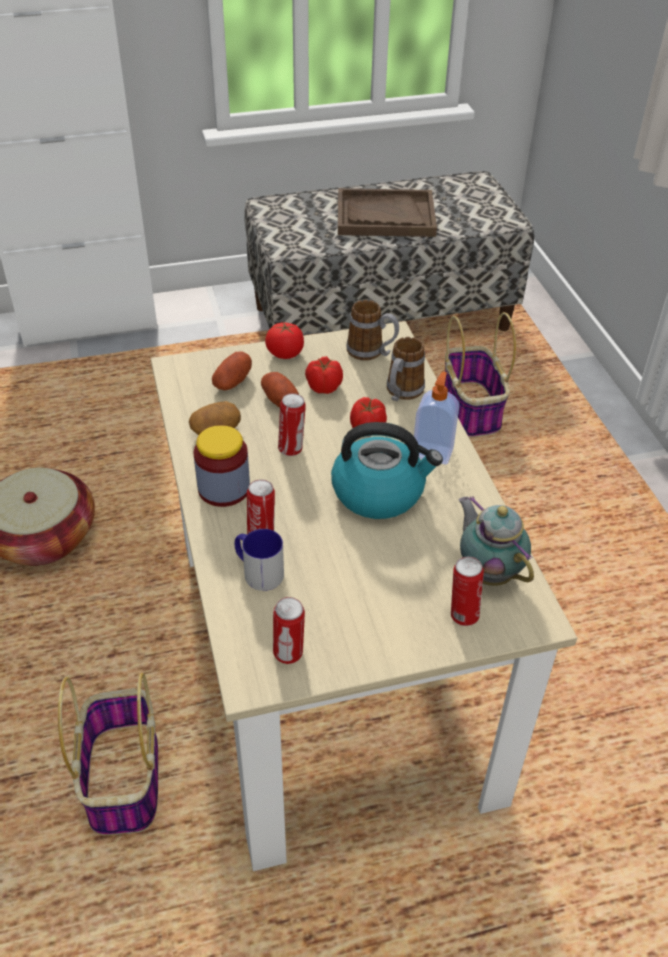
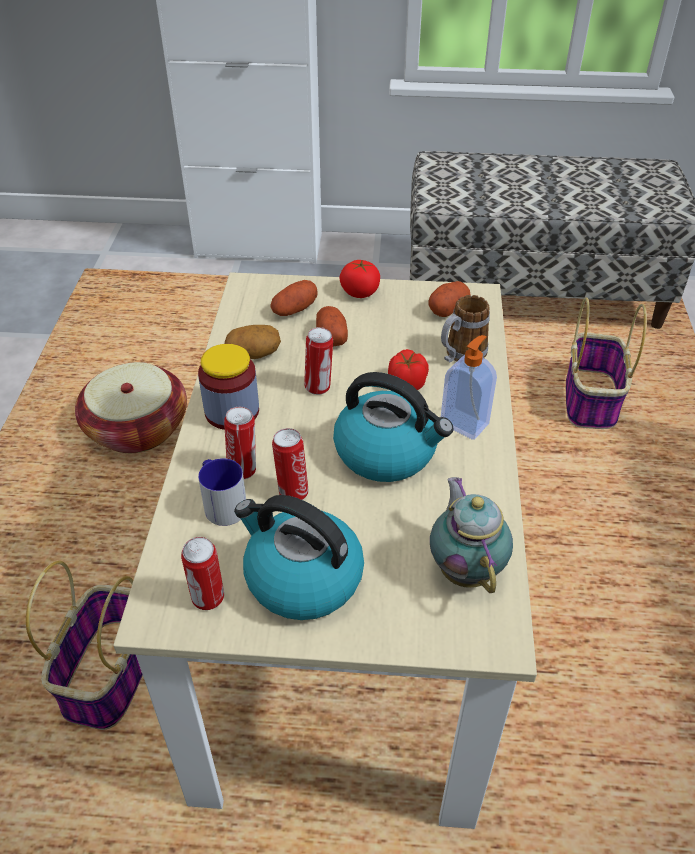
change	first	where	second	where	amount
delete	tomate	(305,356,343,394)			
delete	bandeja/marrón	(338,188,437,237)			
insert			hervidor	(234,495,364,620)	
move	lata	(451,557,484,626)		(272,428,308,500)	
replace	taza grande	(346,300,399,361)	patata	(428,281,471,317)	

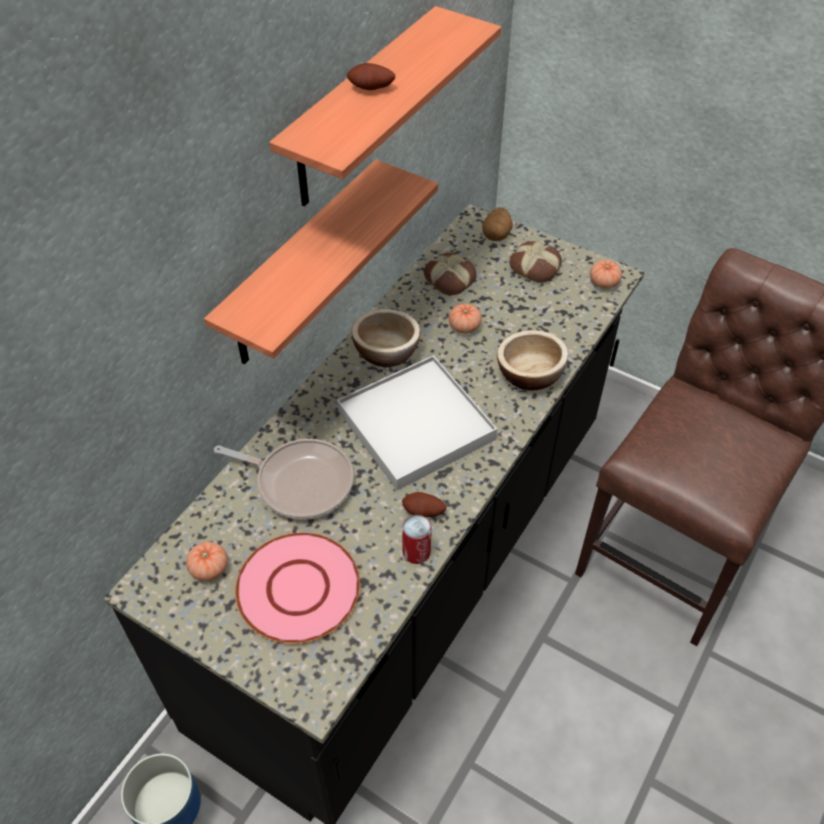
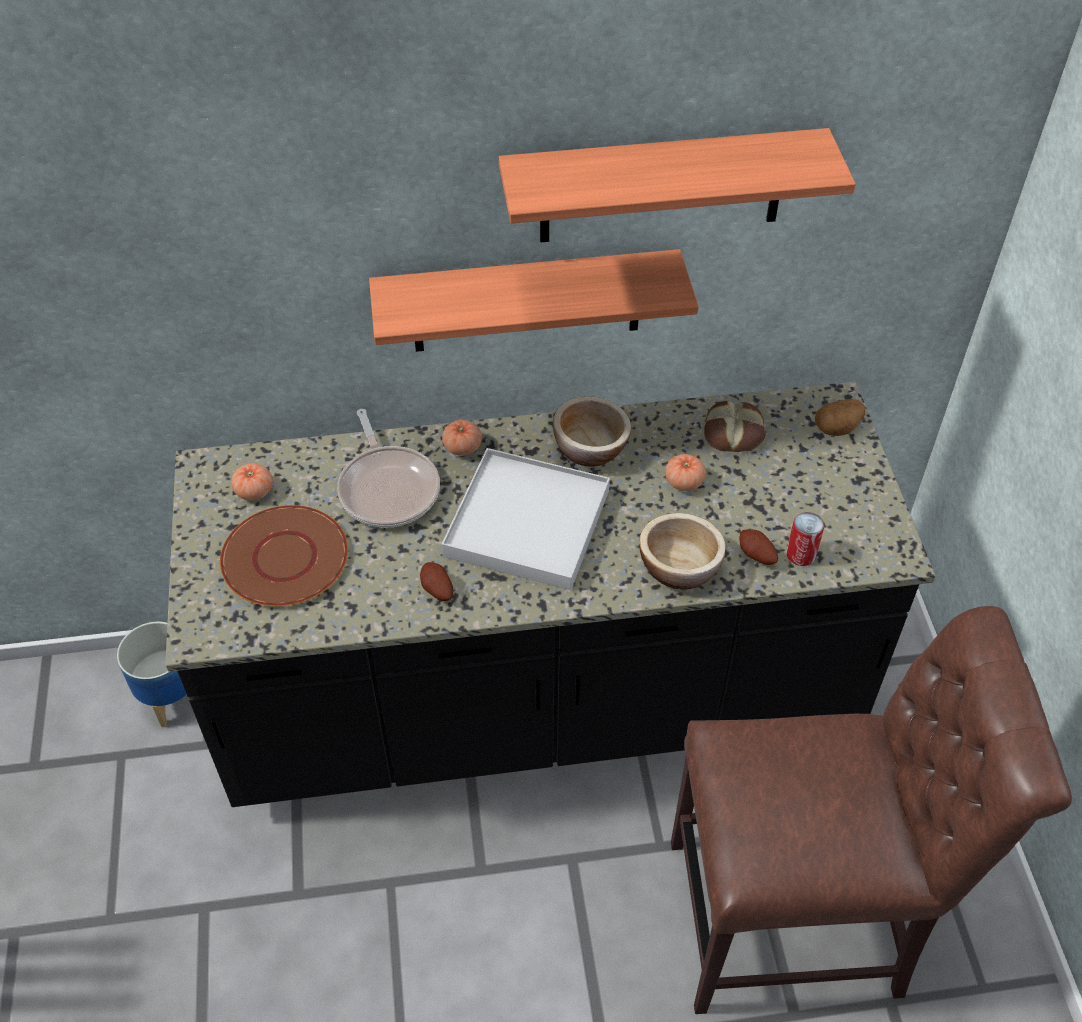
change	first	where	second	where	amount
delete	pan	(509,241,562,283)			
move	patata	(347,63,395,90)		(739,529,778,565)	
move	lata	(402,515,432,564)		(786,512,824,566)	
move	tomate	(590,260,622,289)		(442,420,482,456)	
recolor	plato/rosa	(235,533,360,644)	plato/marrón	(220,505,348,607)	

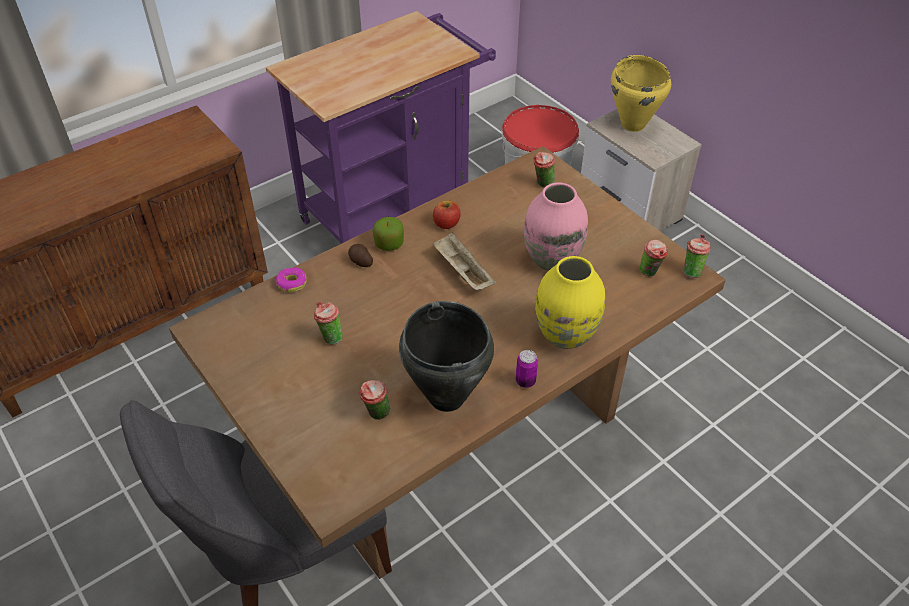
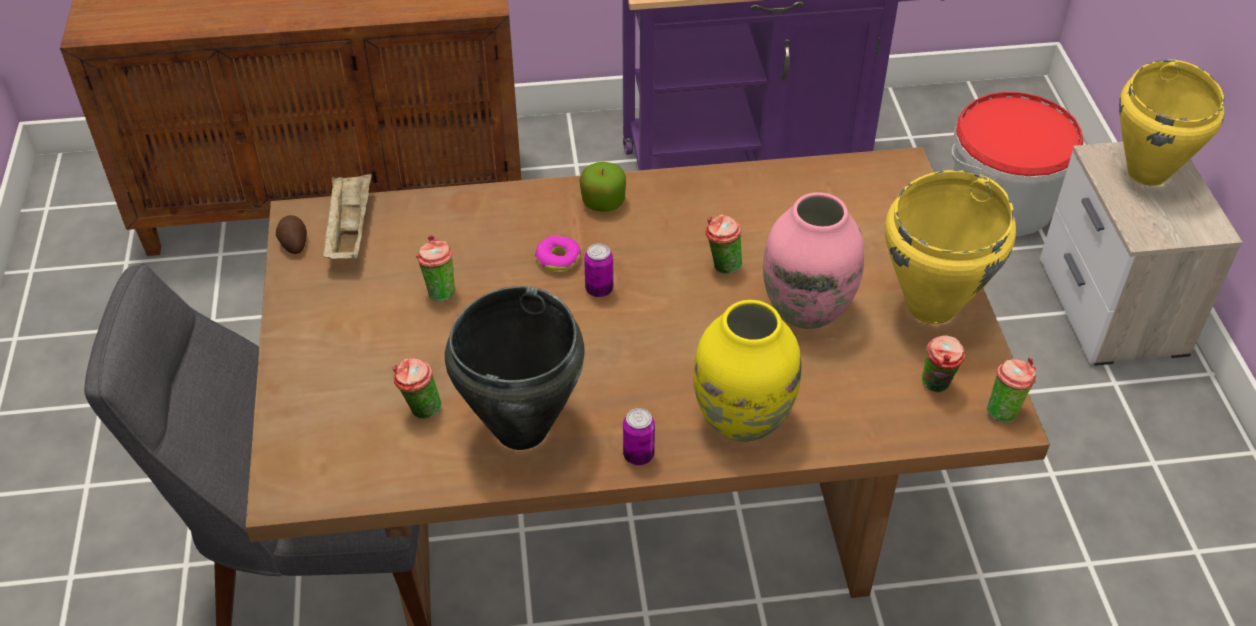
change	first	where	second	where	amount
delete	manzana	(433,201,461,229)			
insert			lata	(584,244,613,297)	
insert			olla/amarillo	(885,170,1016,324)	
move	rosquilla	(276,267,307,293)		(535,235,581,273)	
move	patata	(348,244,373,267)		(276,215,307,254)	
move	bandeja/beis	(433,232,496,290)		(322,174,372,259)	
move	taza	(533,152,555,188)		(705,215,742,274)	

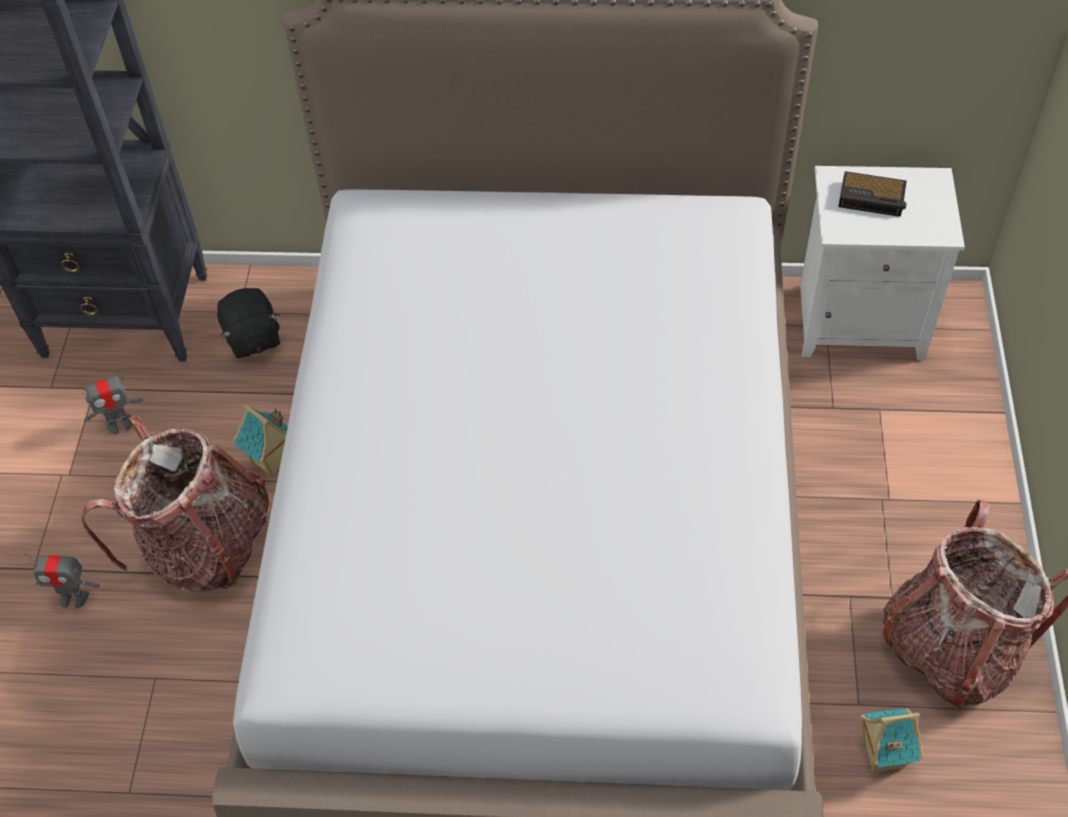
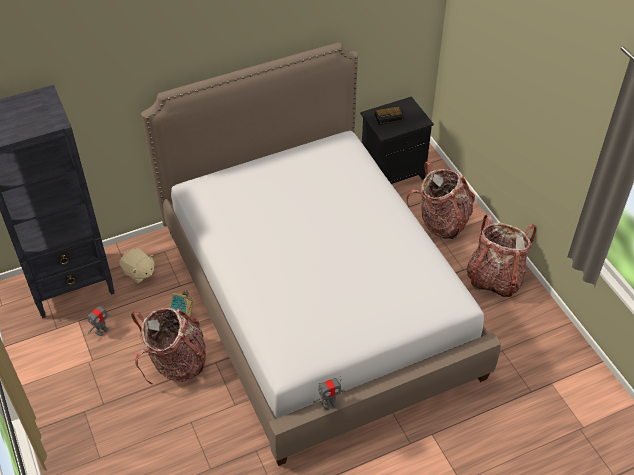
change	first	where	second	where	amount
delete	casita	(860,708,924,774)			
insert			mochila	(407,161,475,239)	
move	robot de juguete	(24,553,100,609)		(313,376,345,410)	
recolor	peluche/negro	(217,288,280,358)	peluche/beis	(120,248,154,283)	
recolor	mesita de noche/blanco	(800,166,965,360)	mesita de noche/negro	(360,96,434,184)	

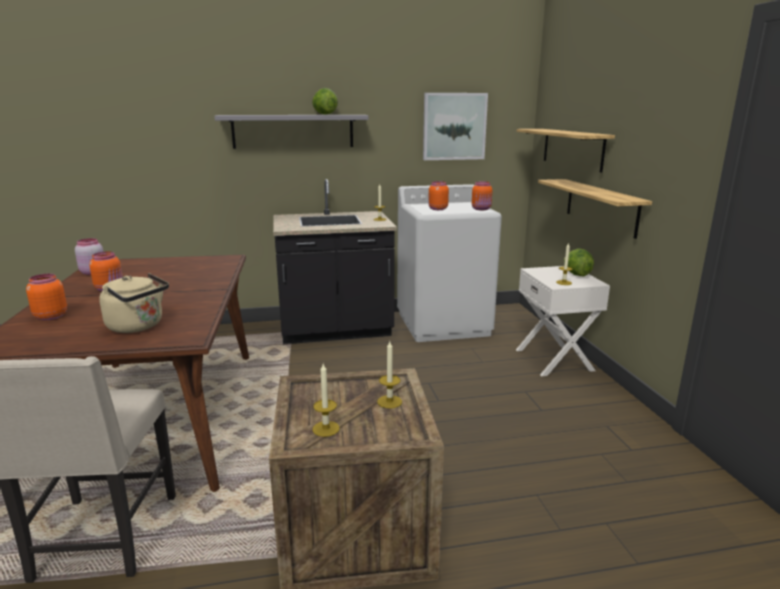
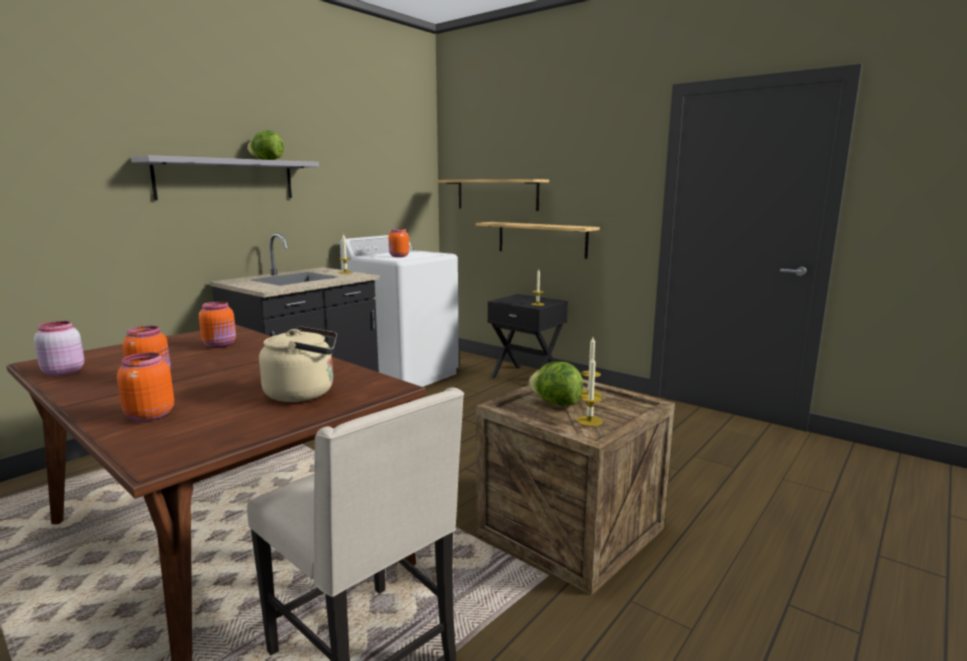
change	first	where	second	where	amount
delete	cuadro	(423,93,488,160)			
move	tarro/naranja	(472,181,492,210)		(199,301,236,348)	
move	lechuga	(564,249,594,277)		(529,362,583,405)	
recolor	mesita de noche/blanco	(516,266,610,376)	mesita de noche/negro	(488,294,568,379)	

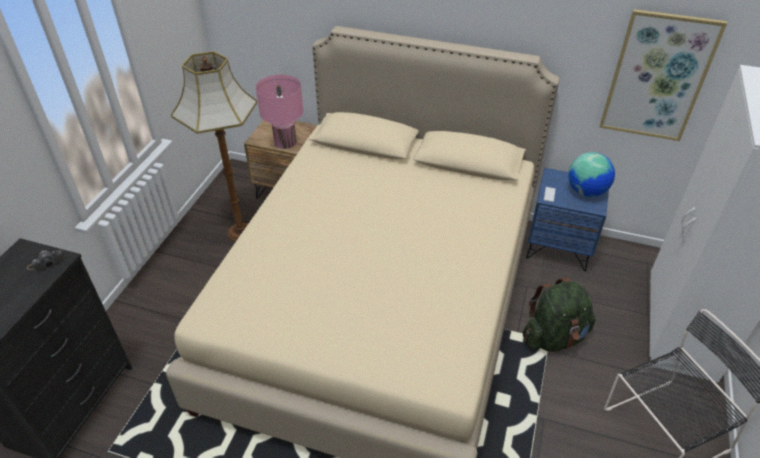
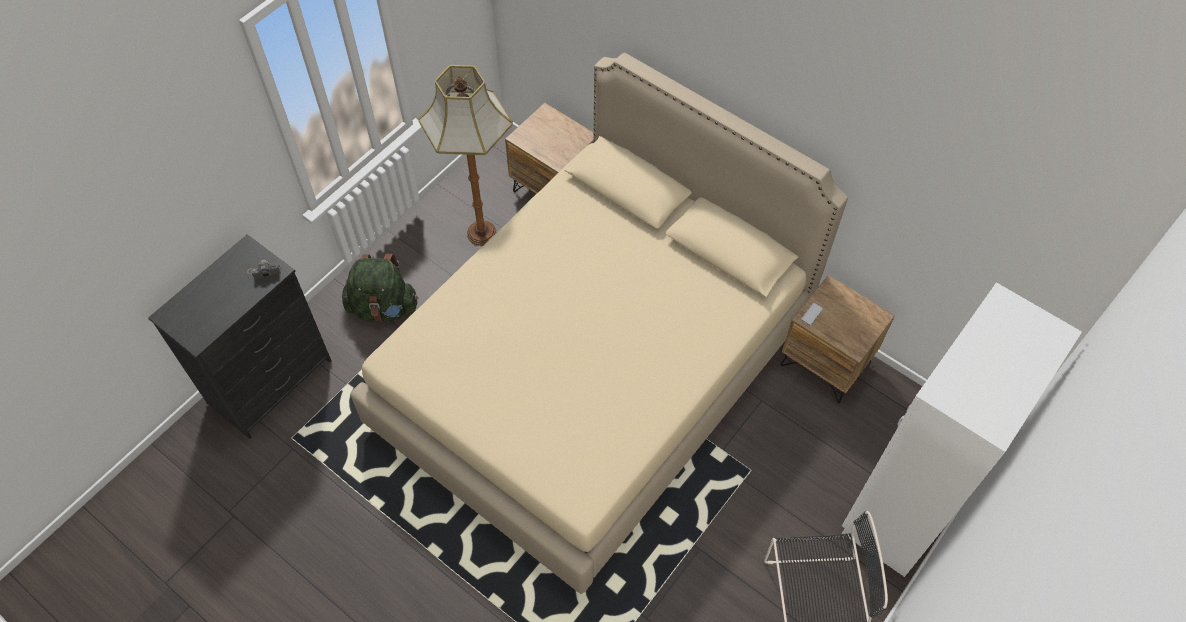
change	first	where	second	where	amount
delete	lámpara de mesa/rosa	(256,75,303,149)			
delete	globo terráqueo	(568,152,615,197)			
delete	cuadro	(600,9,727,141)			
move	mochila/verde	(523,277,595,352)		(342,254,418,322)	
recolor	mesita de noche/azul	(526,168,609,271)	mesita de noche/marrón	(780,275,895,403)	

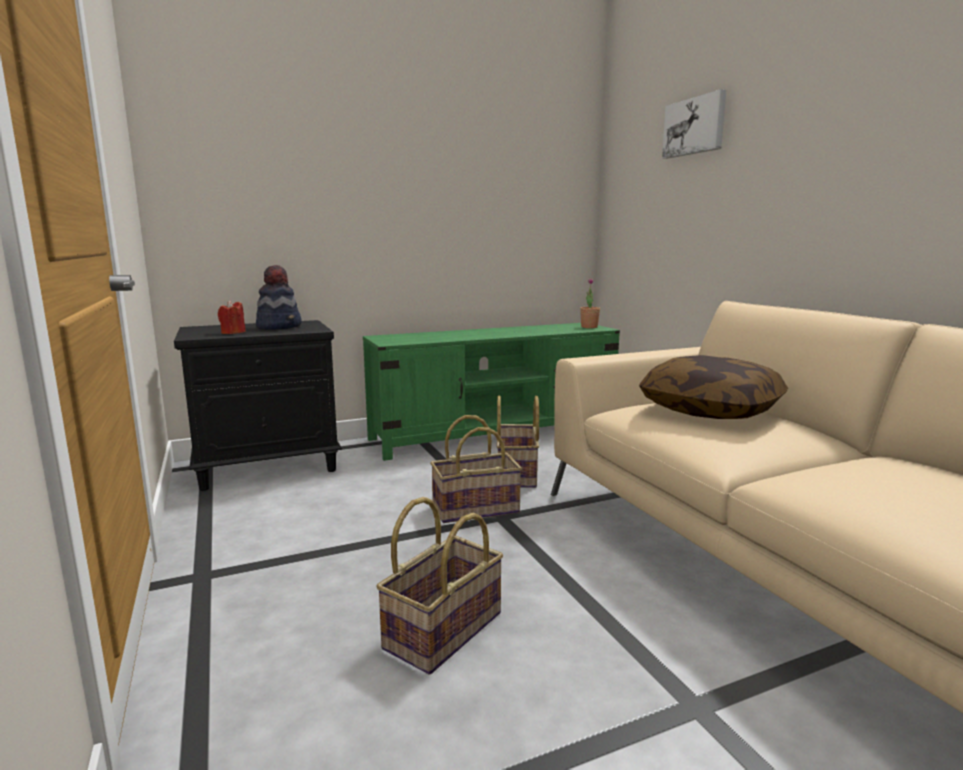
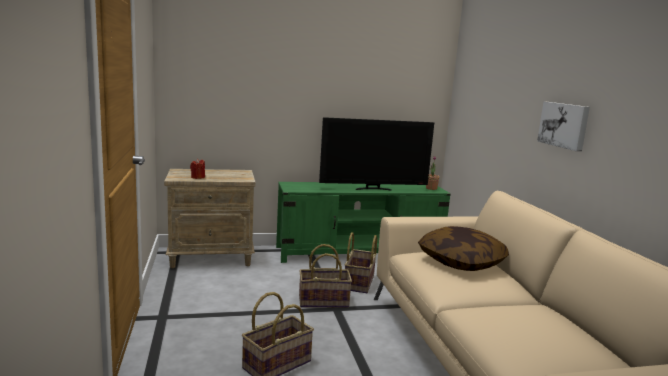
change	first	where	second	where	amount
delete	sombrero	(256,265,302,330)			
insert			televisor	(319,117,434,191)	
move	cuadro	(662,89,726,159)		(537,102,590,152)	
recolor	mesita de noche/negro	(174,320,342,491)	mesita de noche/beis	(164,169,256,268)	

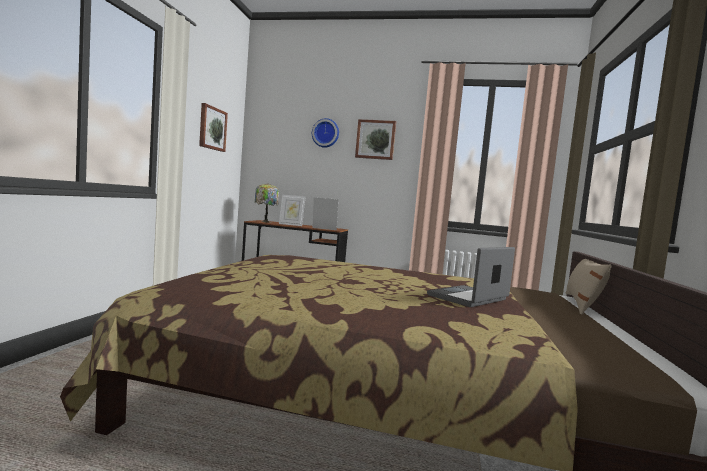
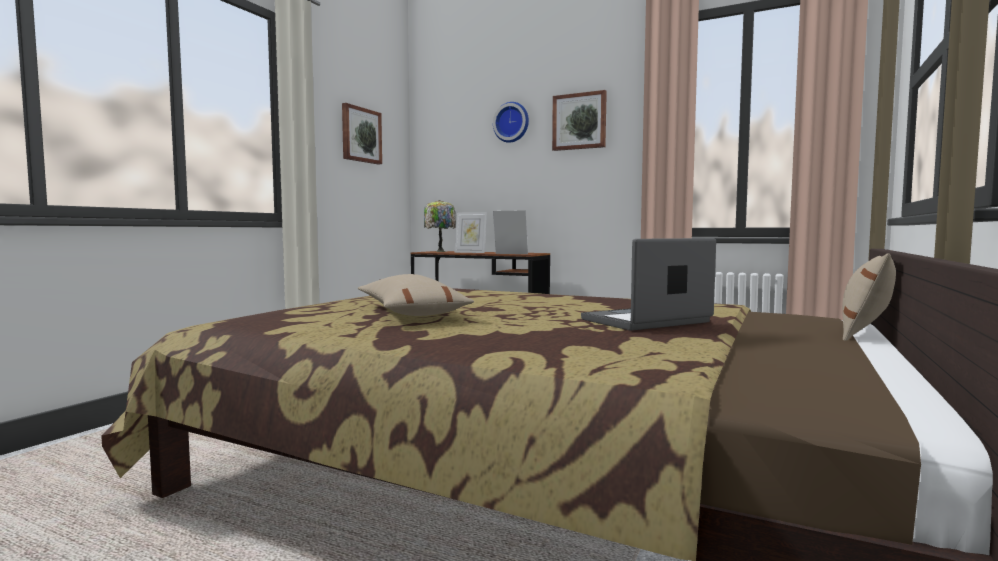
change	first	where	second	where	amount
insert			cojín/beis	(358,274,474,316)	

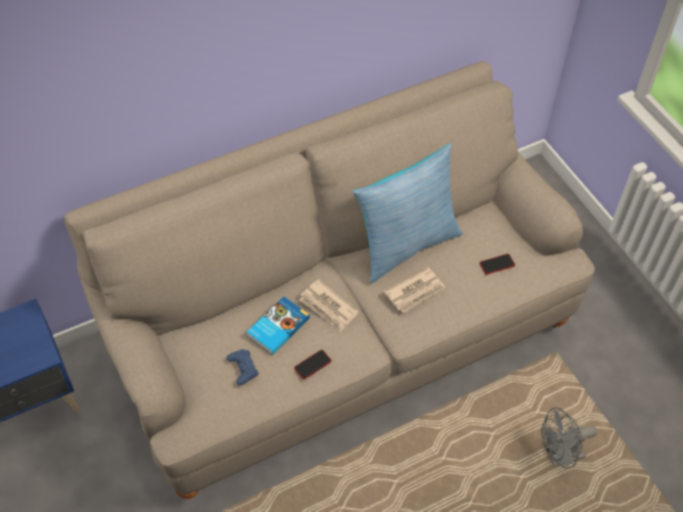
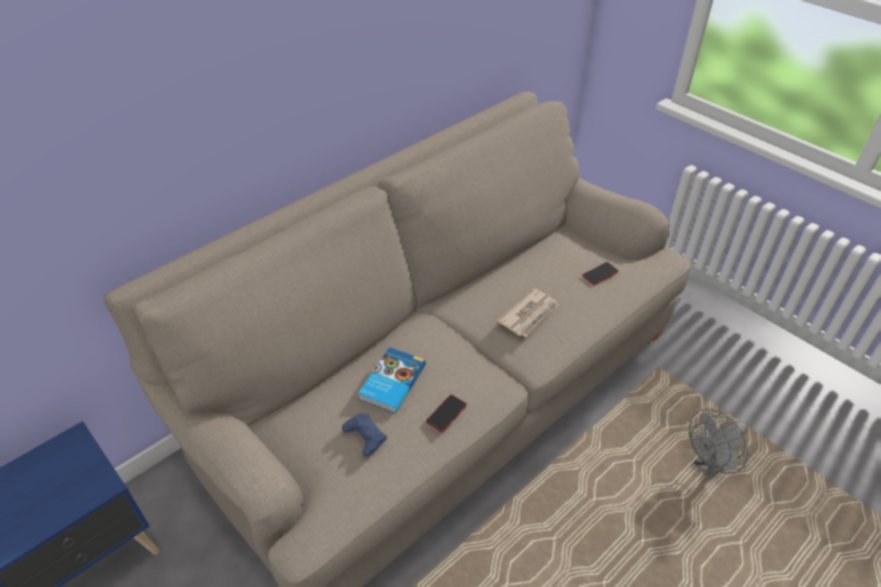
change	first	where	second	where	amount
delete	periódico	(299,279,359,331)			
delete	cojín	(352,143,463,283)			

